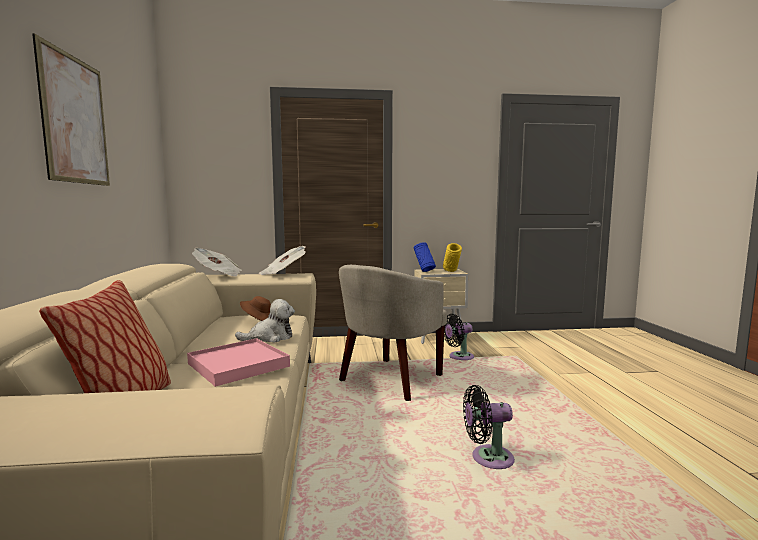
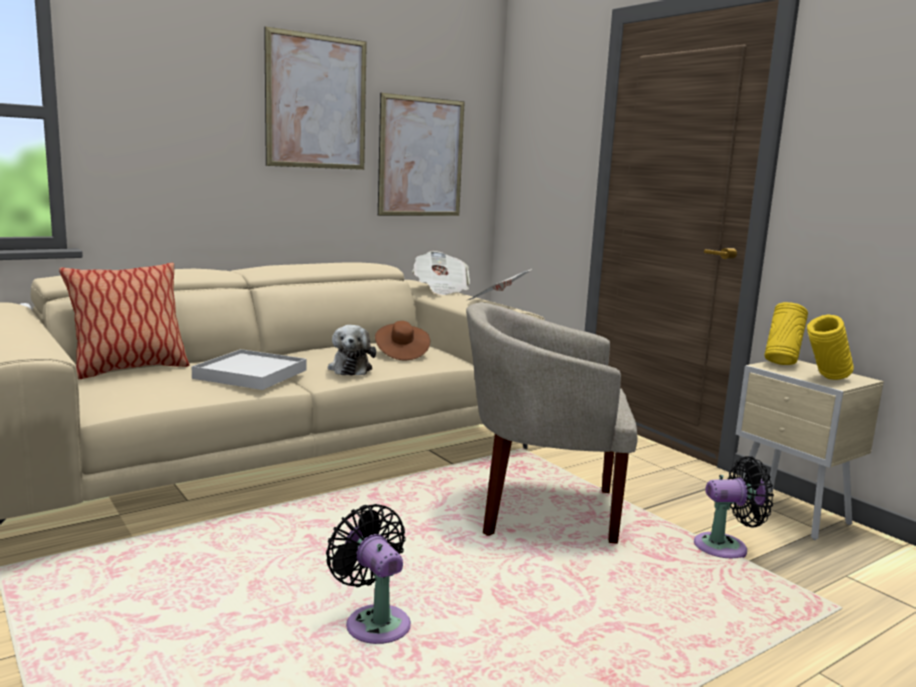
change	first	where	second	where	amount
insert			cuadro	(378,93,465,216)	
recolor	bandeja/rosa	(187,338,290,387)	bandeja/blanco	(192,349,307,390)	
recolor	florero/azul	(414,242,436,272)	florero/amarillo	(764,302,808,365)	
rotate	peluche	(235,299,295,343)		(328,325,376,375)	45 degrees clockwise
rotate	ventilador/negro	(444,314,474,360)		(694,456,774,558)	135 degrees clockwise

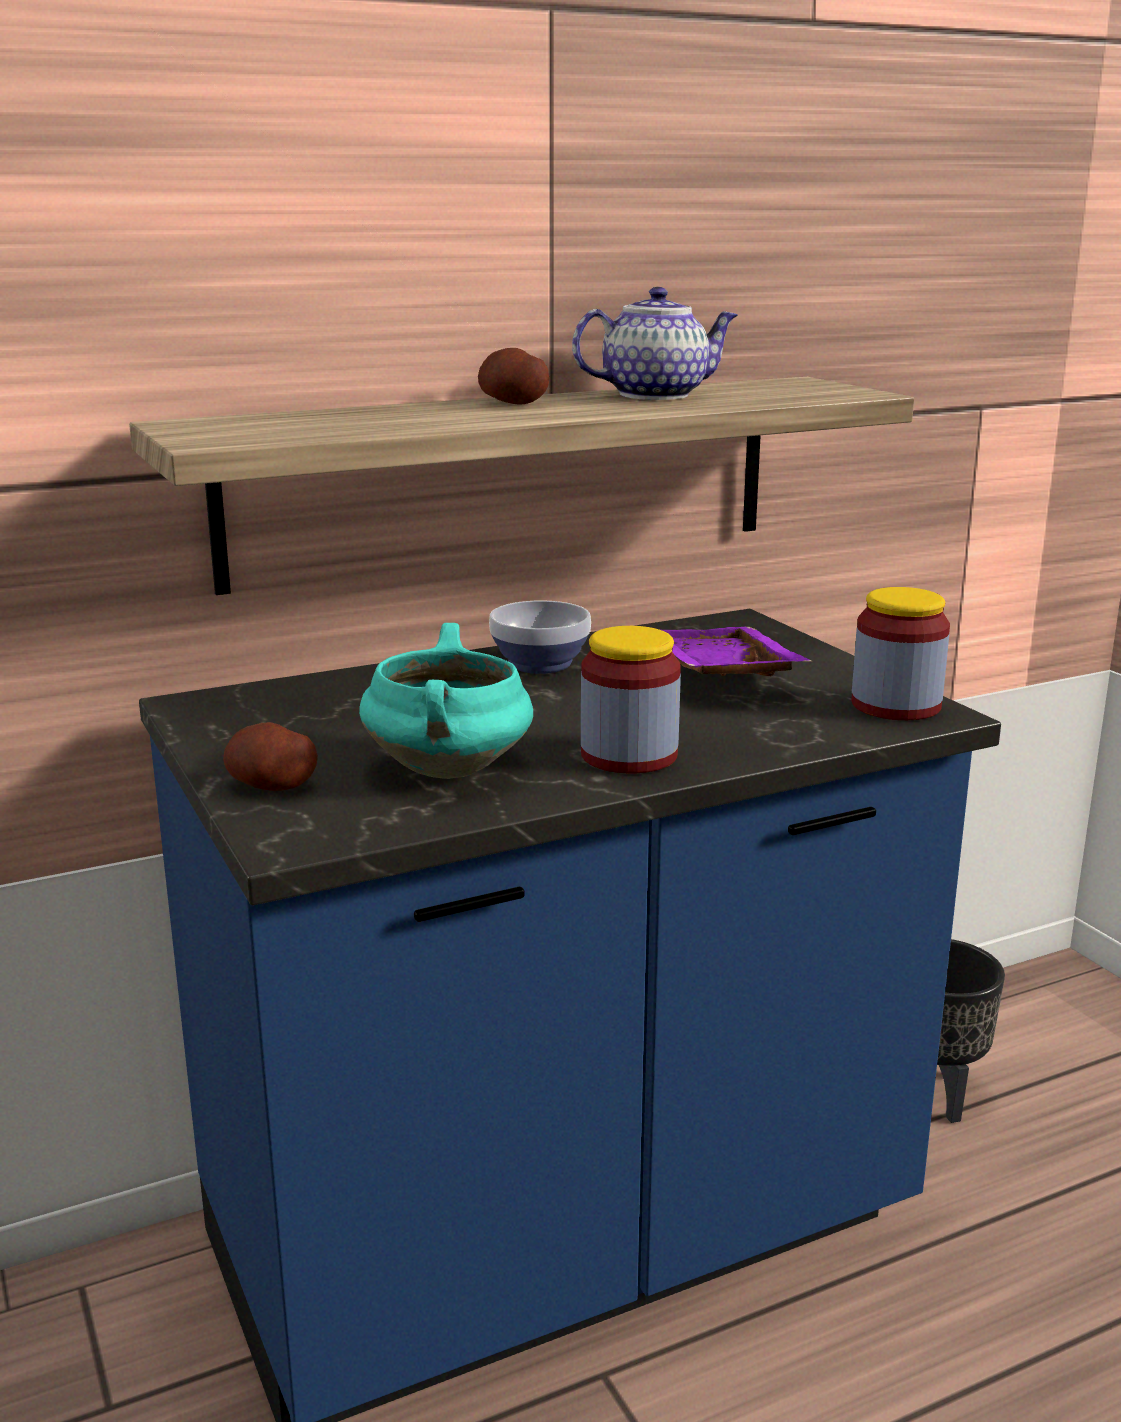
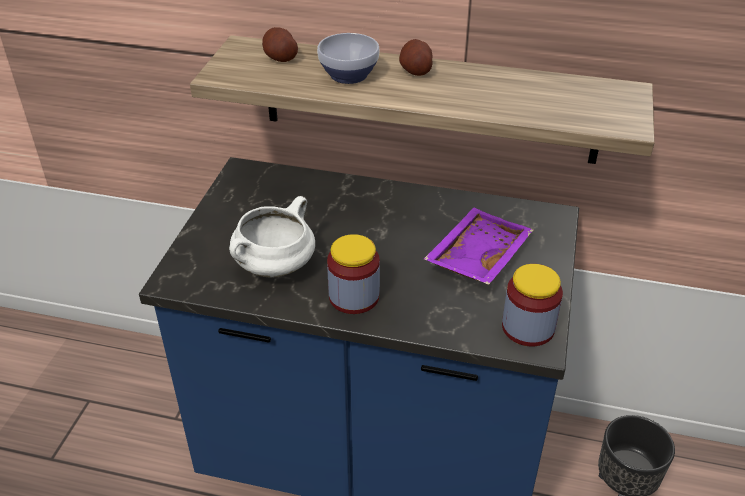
change	first	where	second	where	amount
delete	tetera	(572,287,738,400)			
move	patata	(223,722,318,791)		(262,27,298,62)	
move	cuenco	(489,600,591,674)		(317,33,380,84)	
recolor	olla/turquesa	(359,623,533,779)	olla/blanco	(229,196,315,277)	

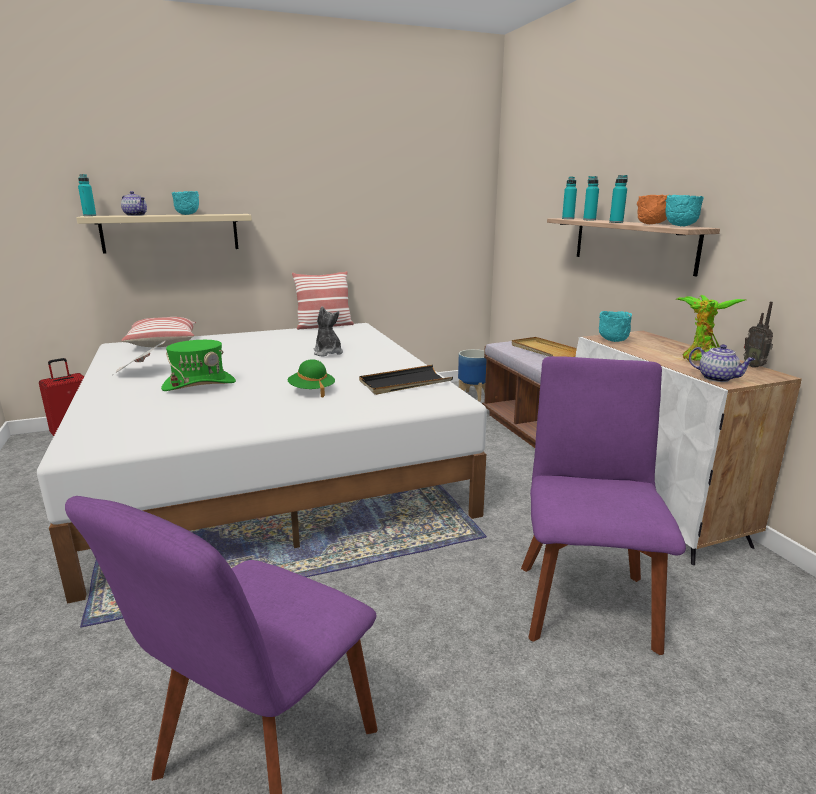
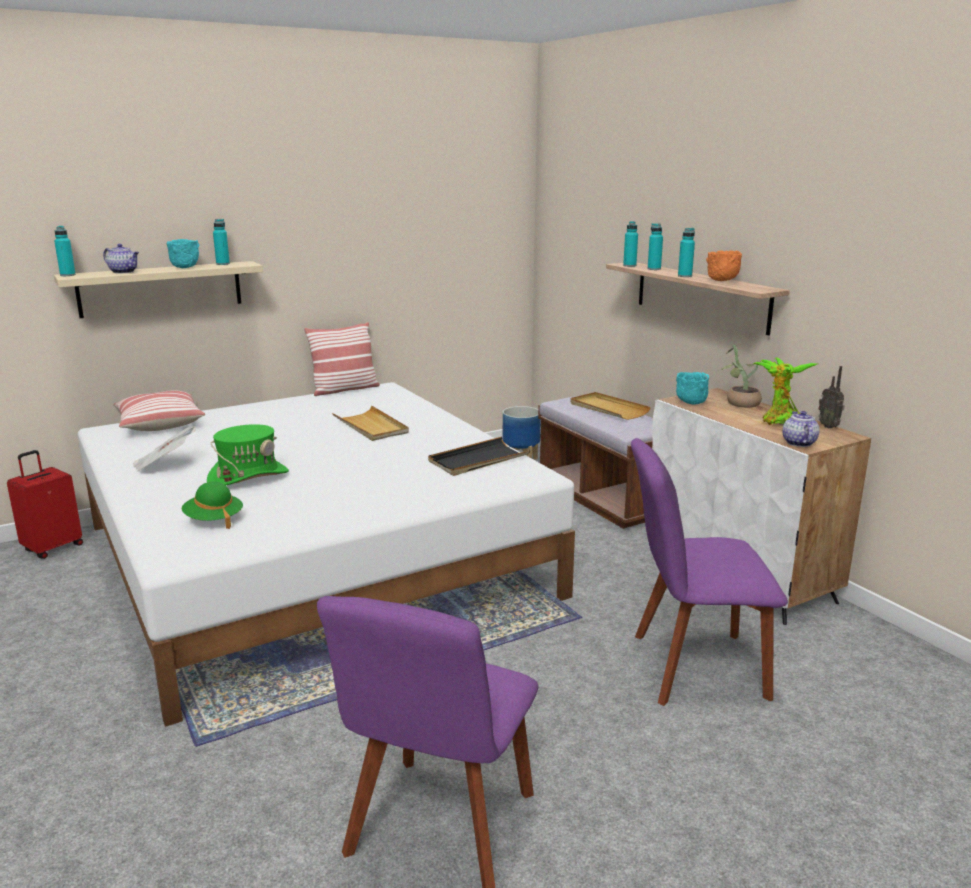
change	first	where	second	where	amount
delete	cuenco/turquesa	(665,195,704,226)			
insert			botella/turquesa	(213,219,230,265)	
insert			planta en maceta	(721,345,762,408)	
move	sombrero/verde	(288,360,335,398)		(182,481,243,529)	
replace	peluche	(314,306,343,357)	bandeja/beis	(332,406,409,441)	
rotate	silla/morado	(521,356,686,655)		(631,438,788,706)	90 degrees counterclockwise
rotate	tetera	(689,344,755,382)		(782,411,820,447)	120 degrees counterclockwise

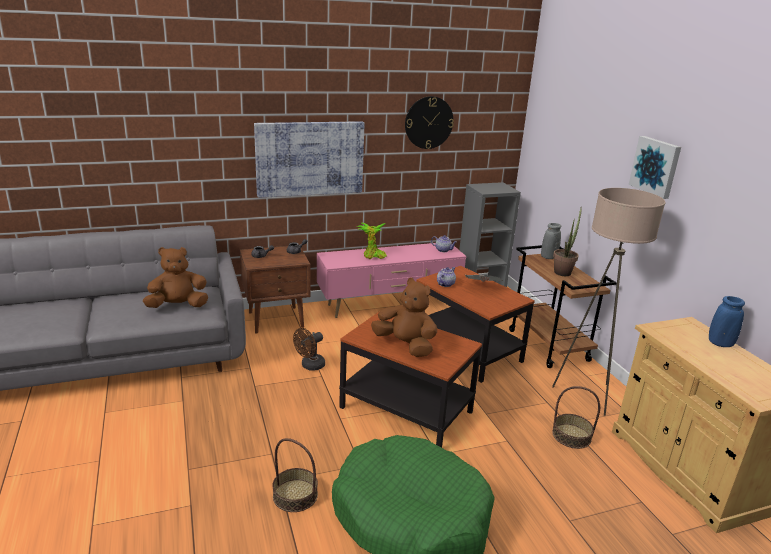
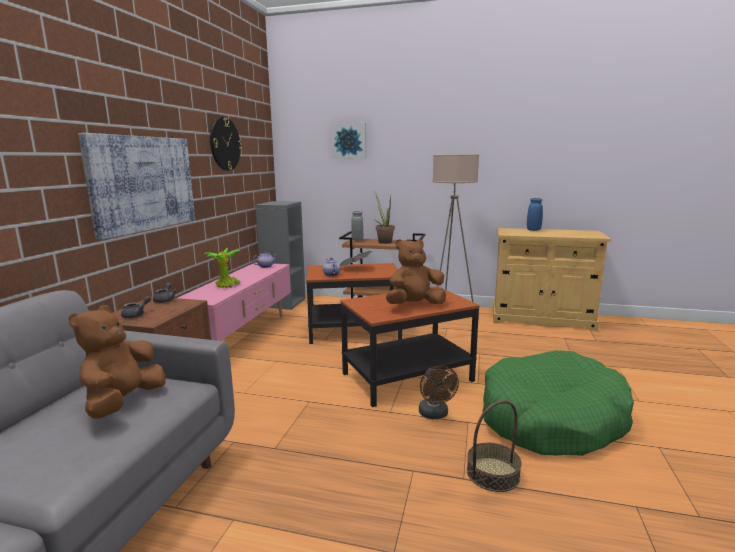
change	first	where	second	where	amount
delete	cesta	(552,386,600,449)			
move	ventilador/marrón	(293,328,325,371)		(419,366,459,419)	
move	cuadro	(629,136,681,199)		(332,123,366,159)	

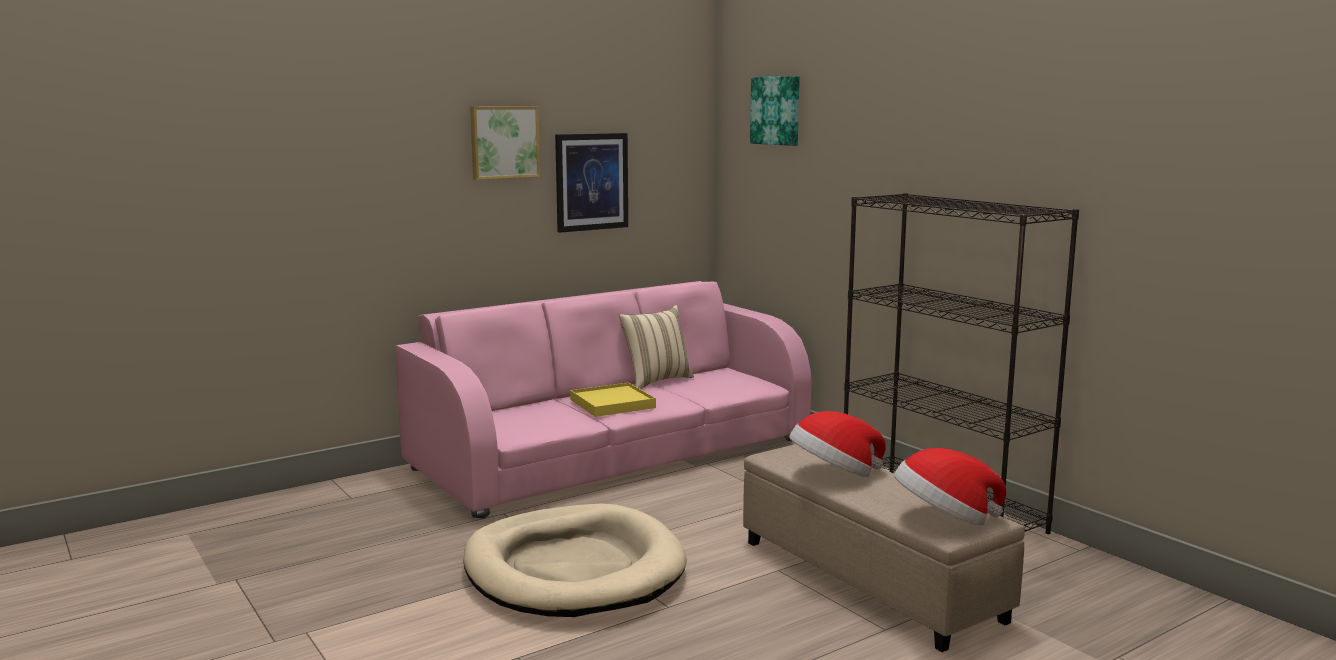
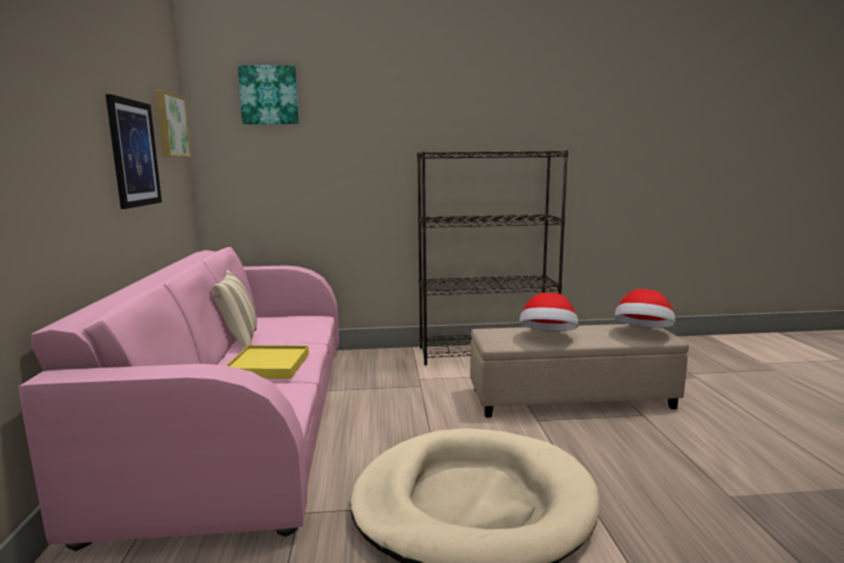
change	first	where	second	where	amount
move	cuadro	(470,106,540,180)		(155,90,192,157)	

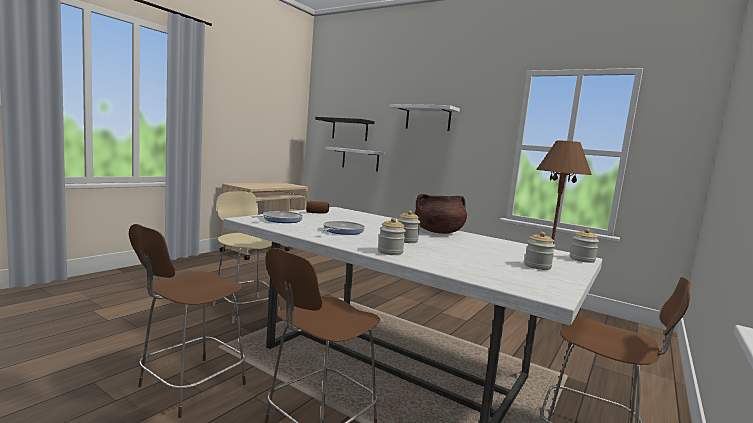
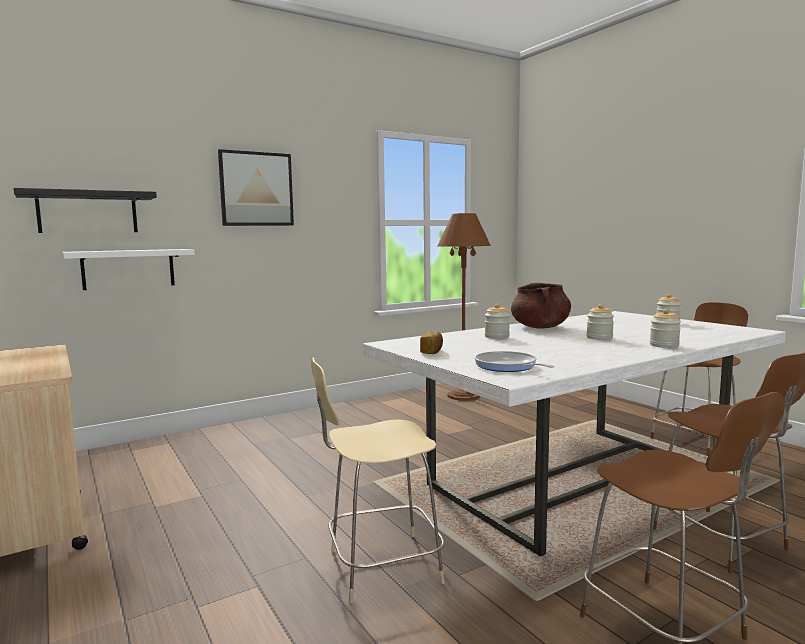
change	first	where	second	where	amount
delete	sartén	(323,221,365,235)			
move	tarro	(570,229,599,263)		(485,304,510,339)	
replace	estante/blanco	(389,104,460,131)	cuadro	(218,149,294,226)	

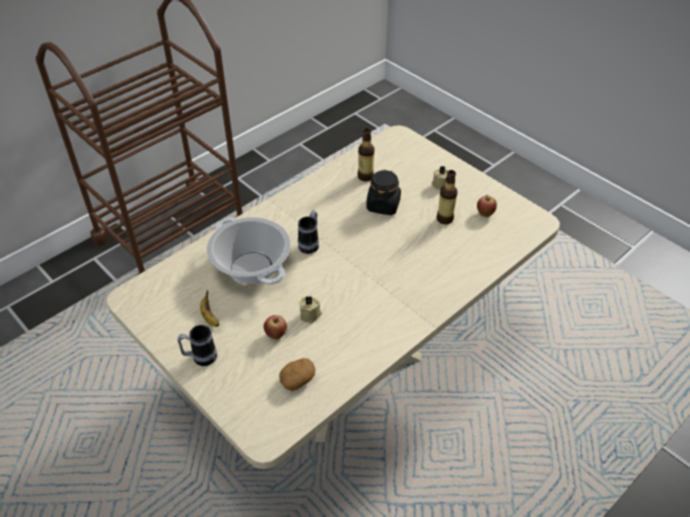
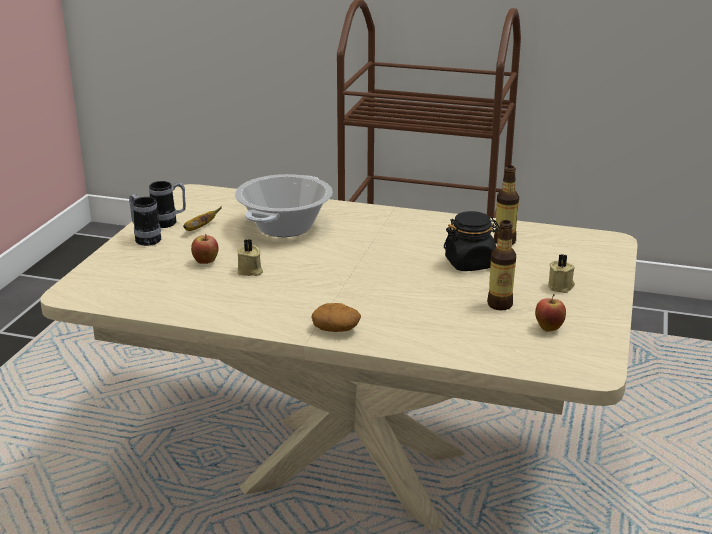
change	first	where	second	where	amount
move	patata	(279,358,316,391)		(311,303,361,332)	
move	taza grande	(298,211,319,254)		(149,181,186,228)	

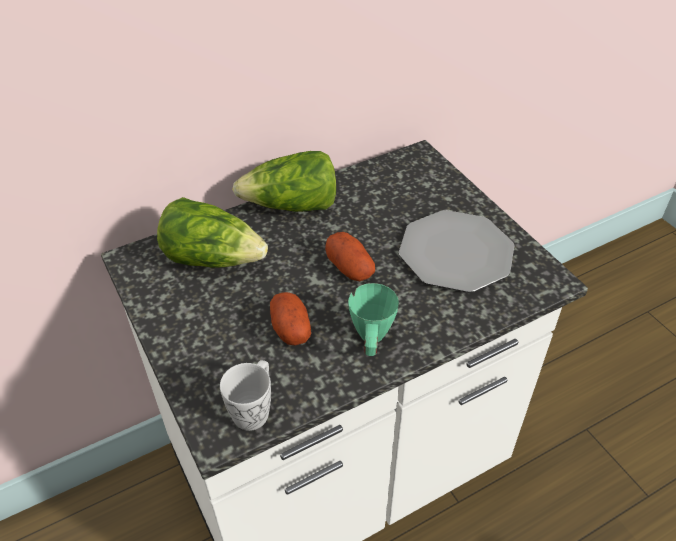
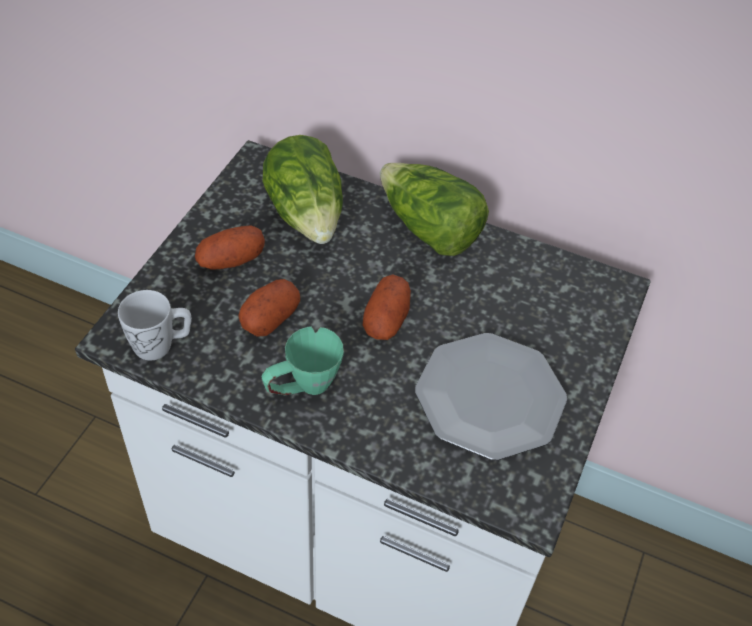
change	first	where	second	where	amount
insert			patata	(195,225,265,269)	

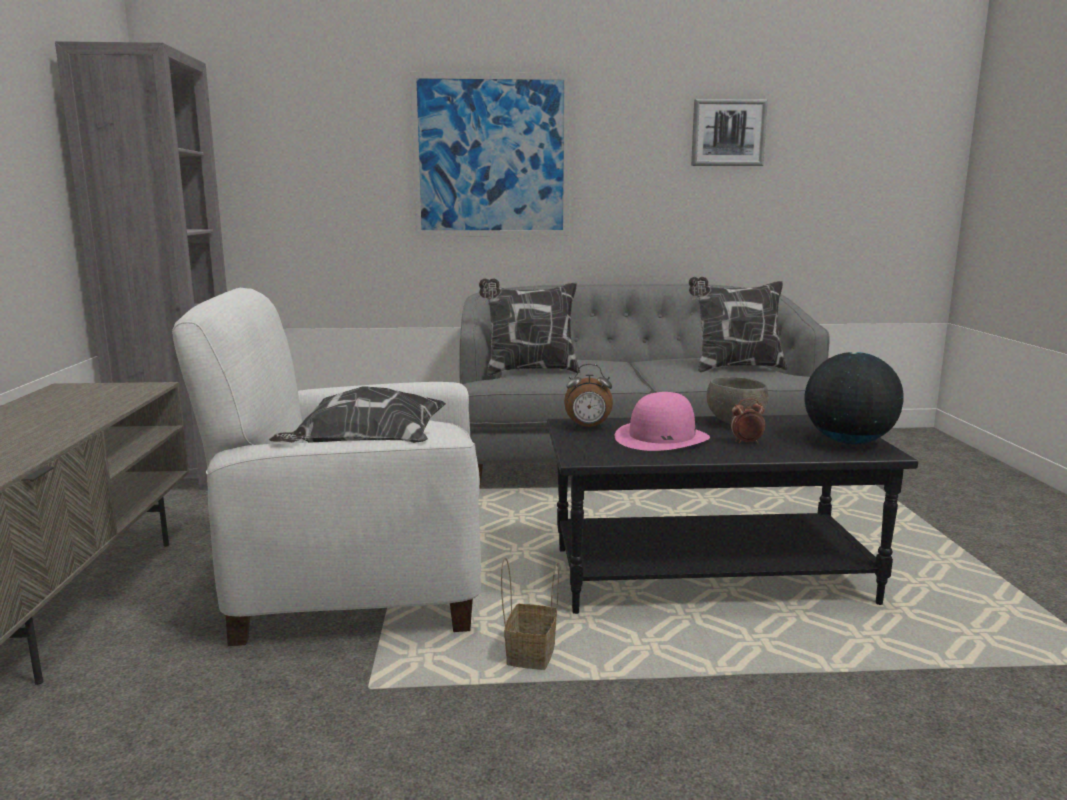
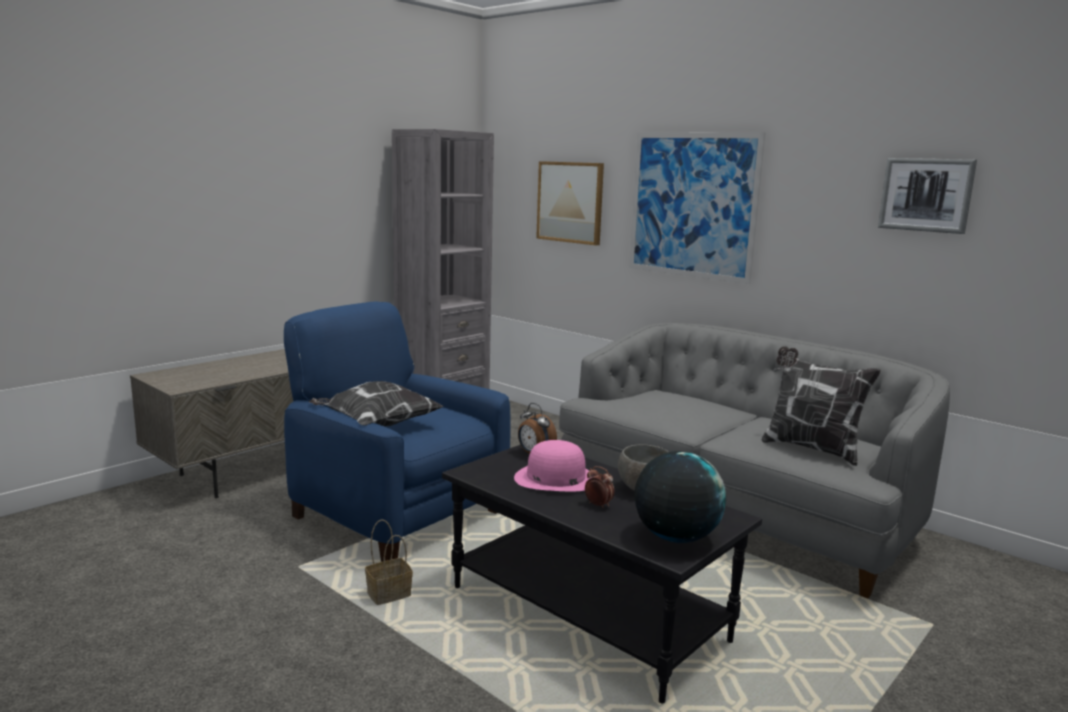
change	first	where	second	where	amount
delete	cojín	(479,278,580,376)			
insert			cuadro	(536,161,604,245)	
recolor	sillón/blanco	(172,288,481,646)	sillón/azul	(284,301,511,562)	

